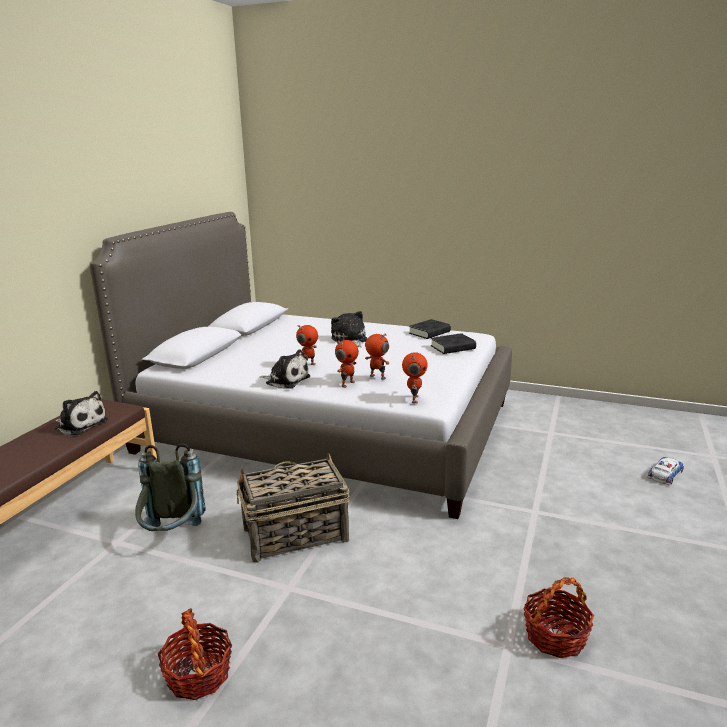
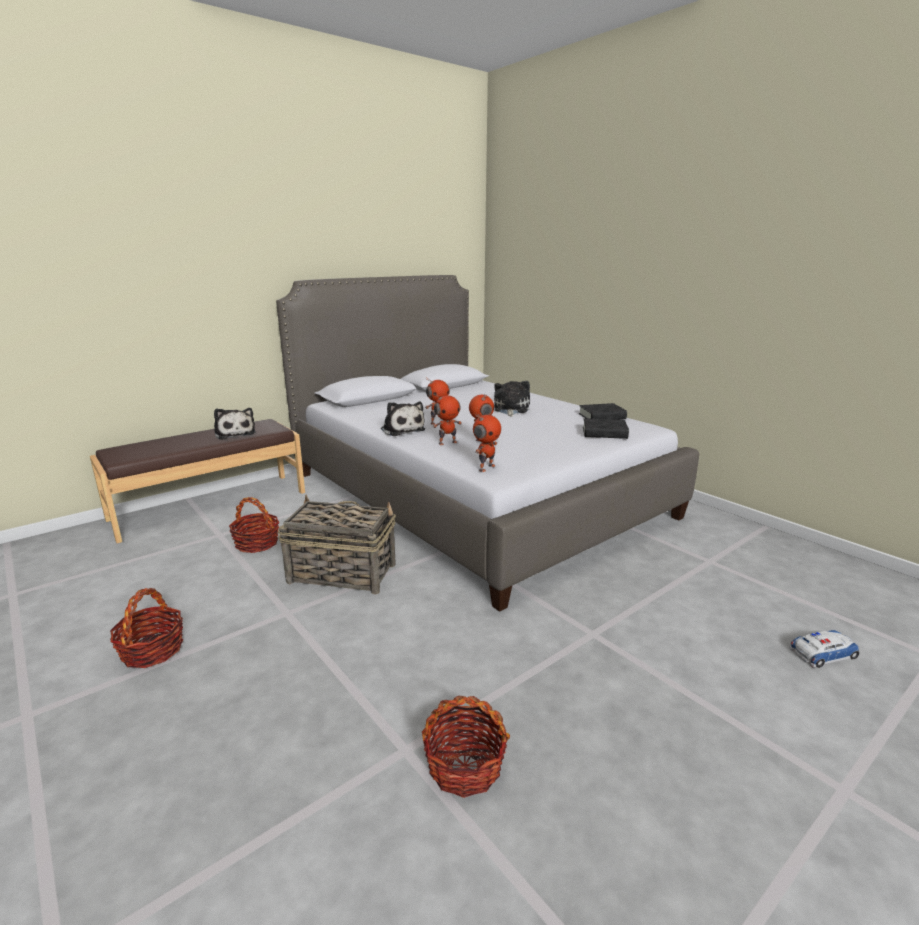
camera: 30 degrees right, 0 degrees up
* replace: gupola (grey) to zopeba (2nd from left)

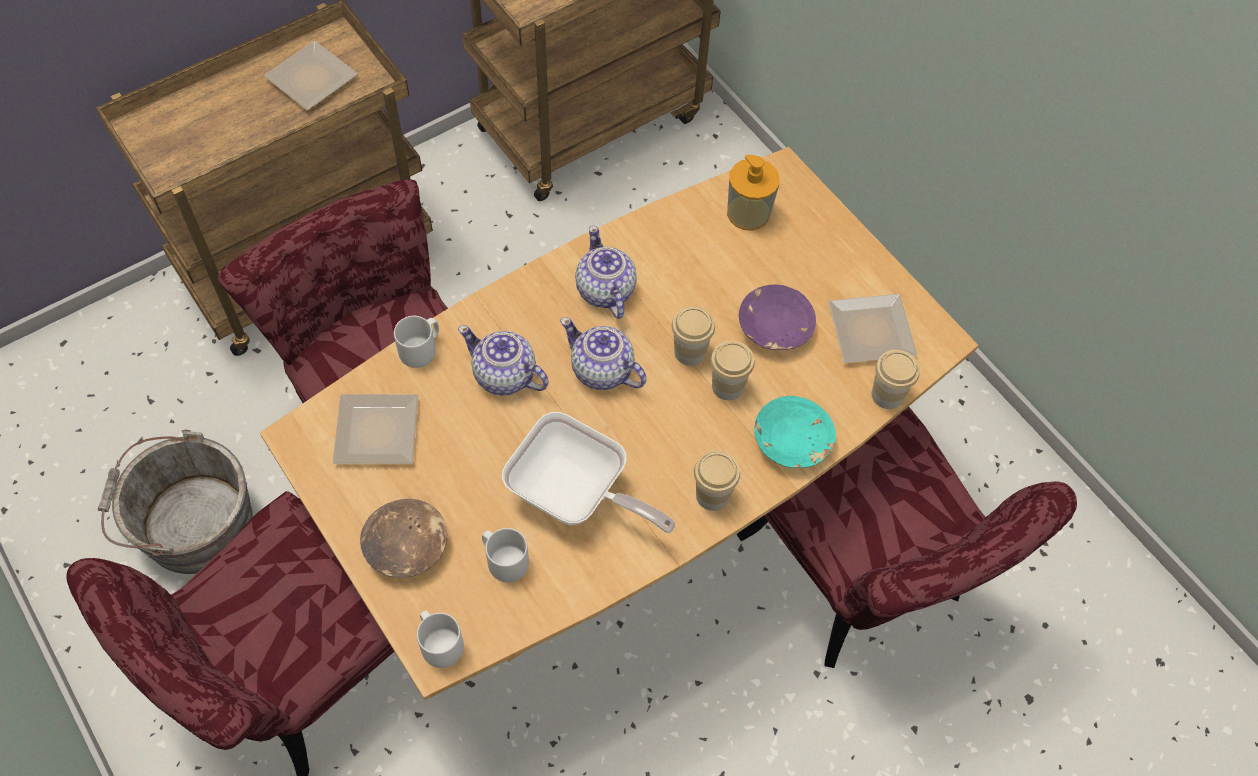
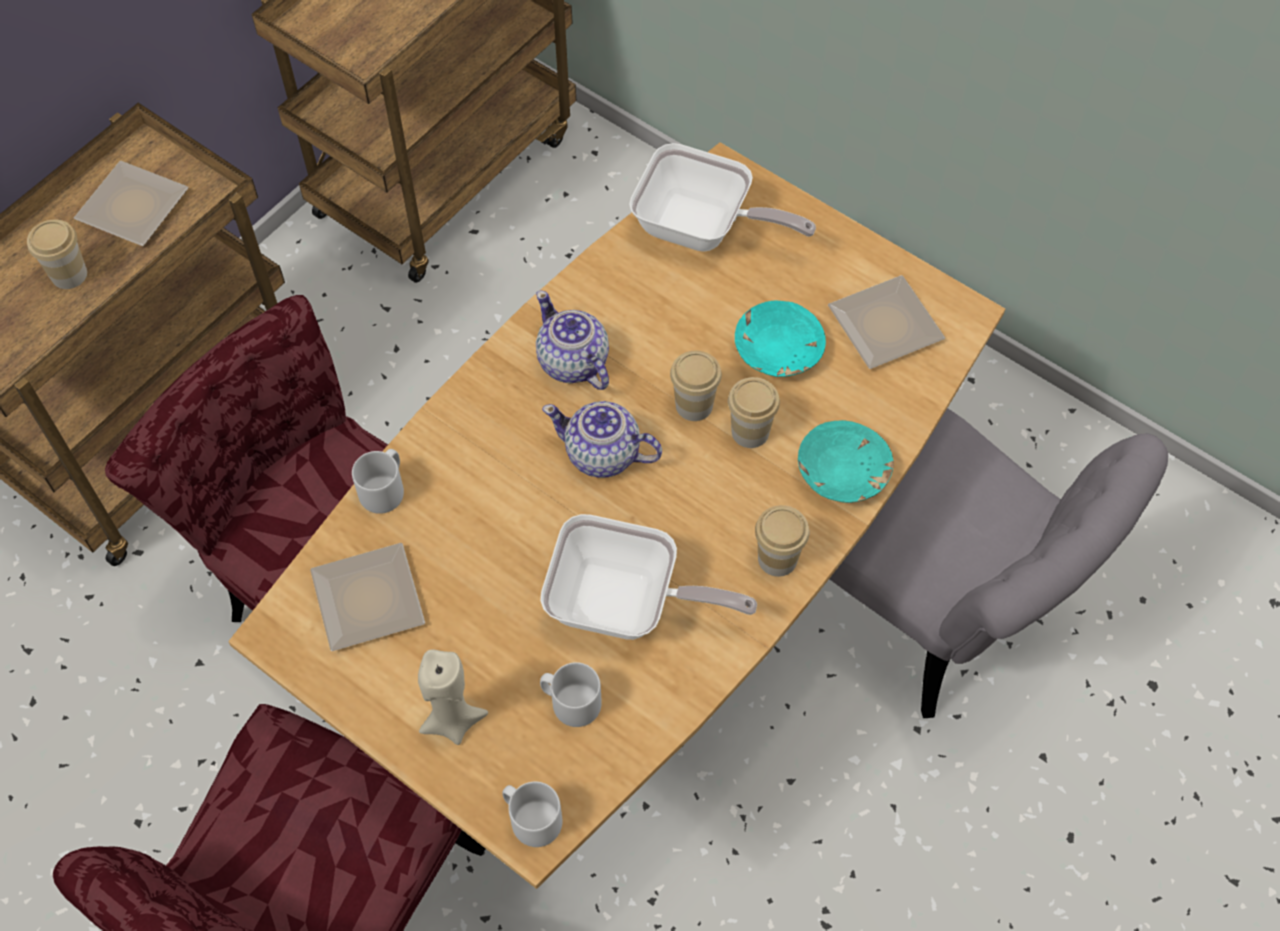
camera: 15 degrees left, 0 degrees up
* replace: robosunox to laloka (2nd from left)
* recolor: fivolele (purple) to fivolele (turquoise) (1st from left)
* delete: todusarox (1st from left)
* move: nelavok (4th from left in the first image) to nelavok (1st from left)
* recolor: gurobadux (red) (3rd from left) to gurobadux (grey)
* delete: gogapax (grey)
* replace: fivolele (brown) to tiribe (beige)

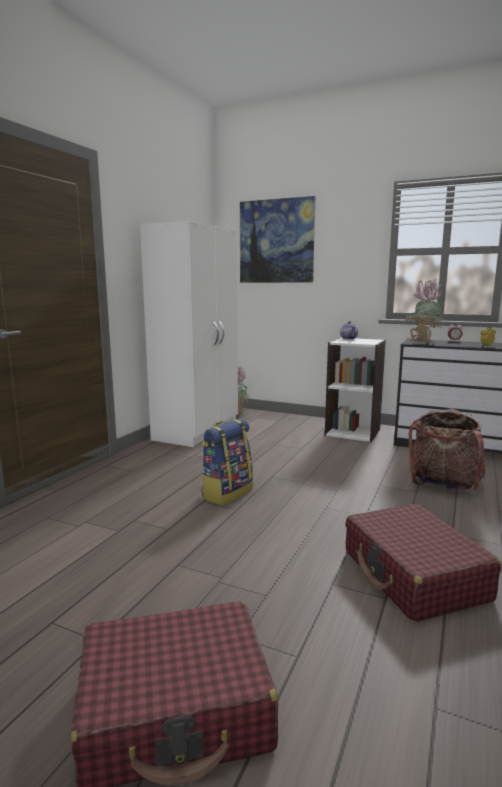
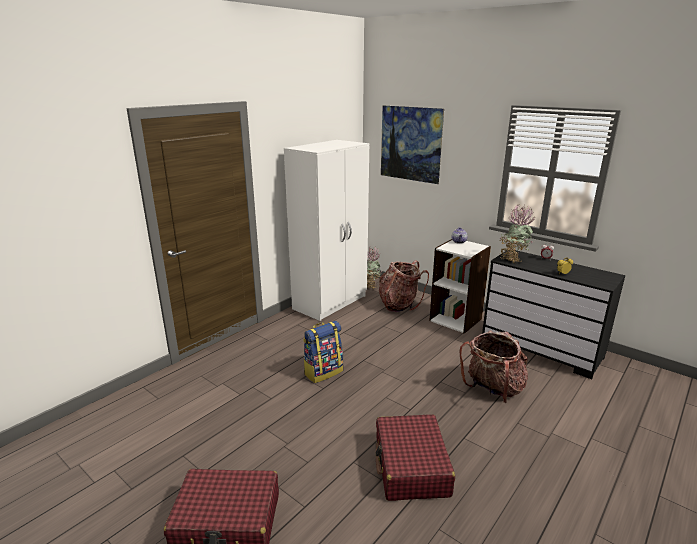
camera: 15 degrees right, 10 degrees up
* insert: gupola (2nd from left)

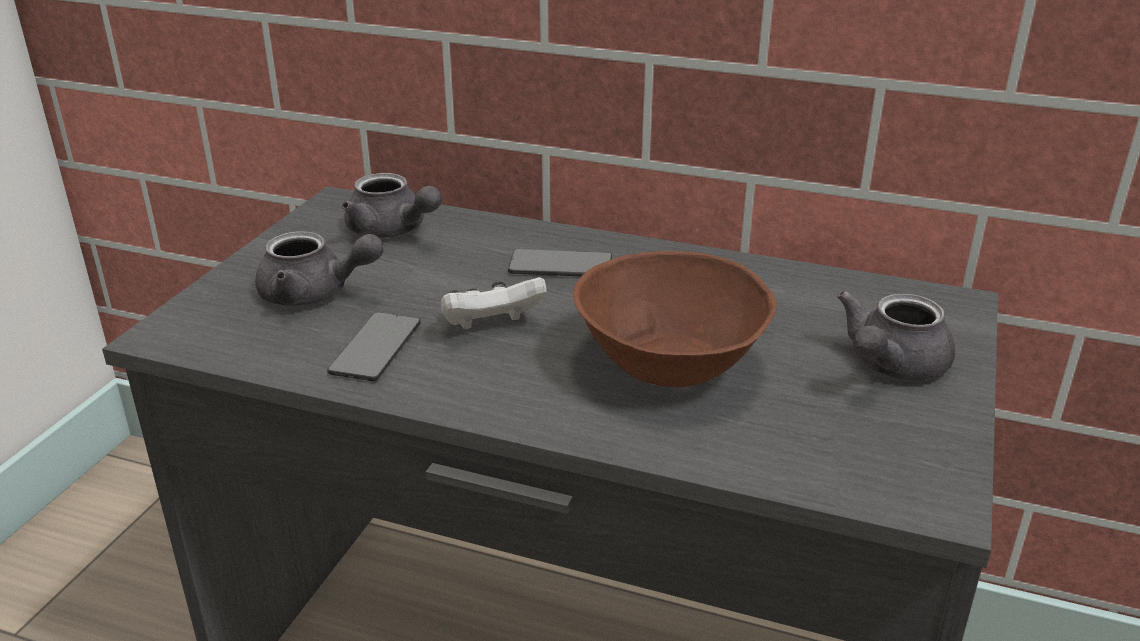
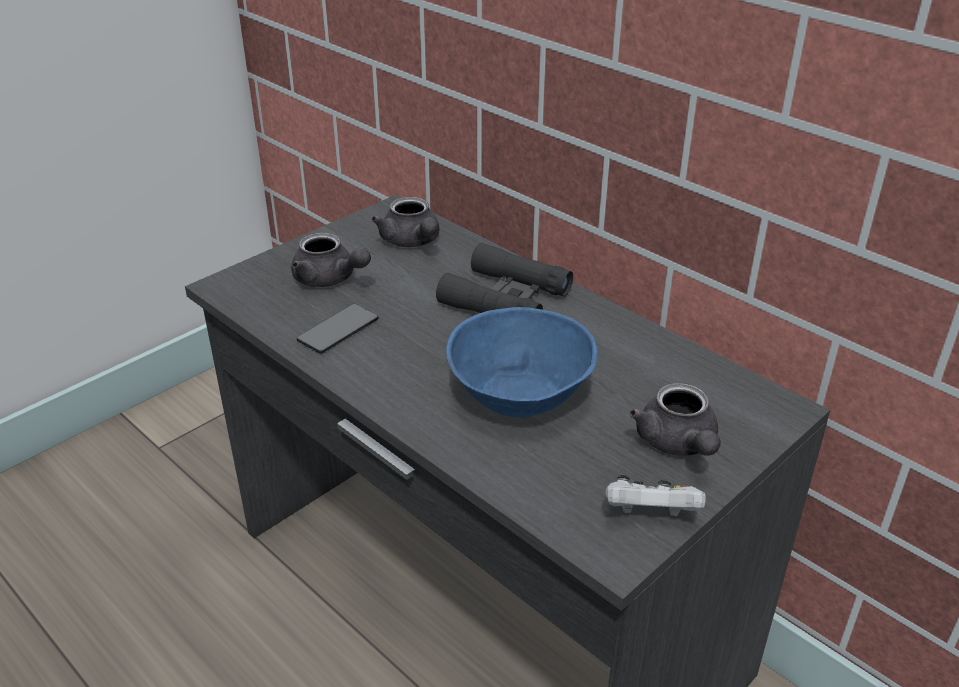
camera: 25 degrees right, 5 degrees up
* replace: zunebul (2nd from left) to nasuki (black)
* recolor: fivolele (brown) to fivolele (blue)
* move: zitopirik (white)
* rotate: todusarox (grey) (3rd from left) 75 degrees counterclockwise

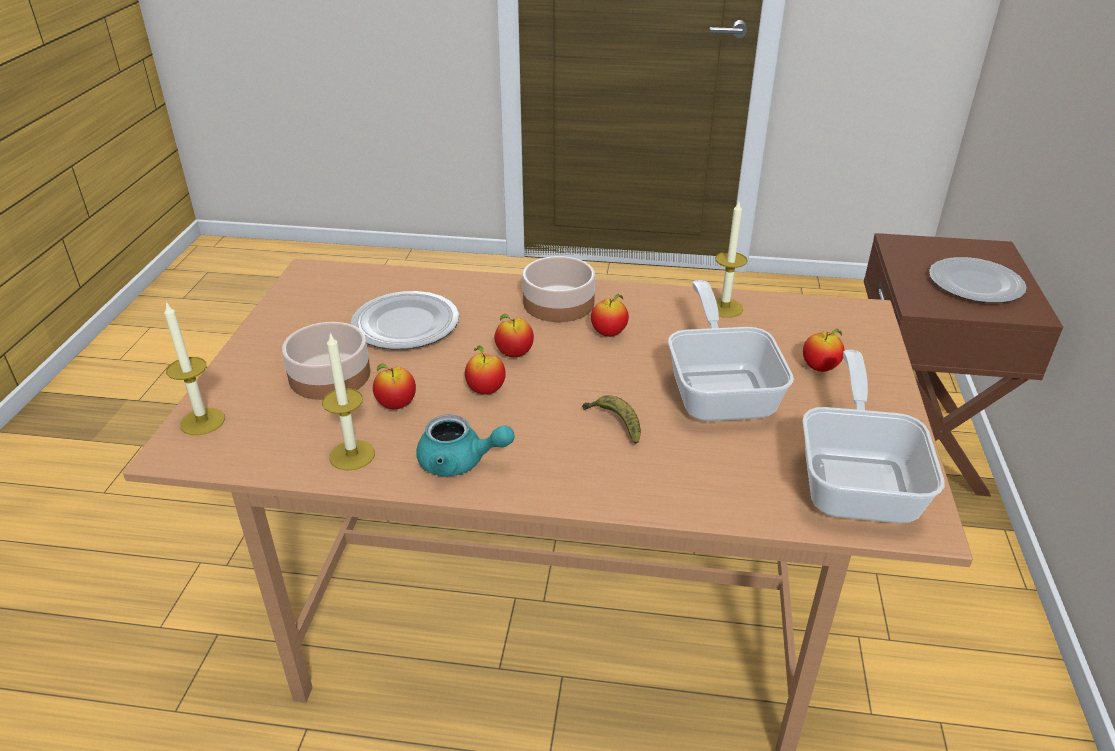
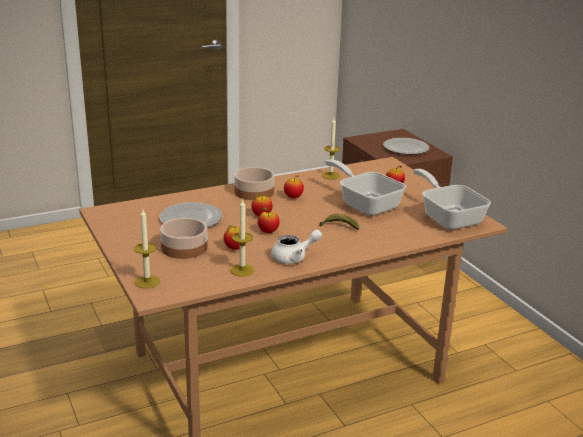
camera: 35 degrees left, 10 degrees down
* recolor: todusarox (turquoise) to todusarox (white)

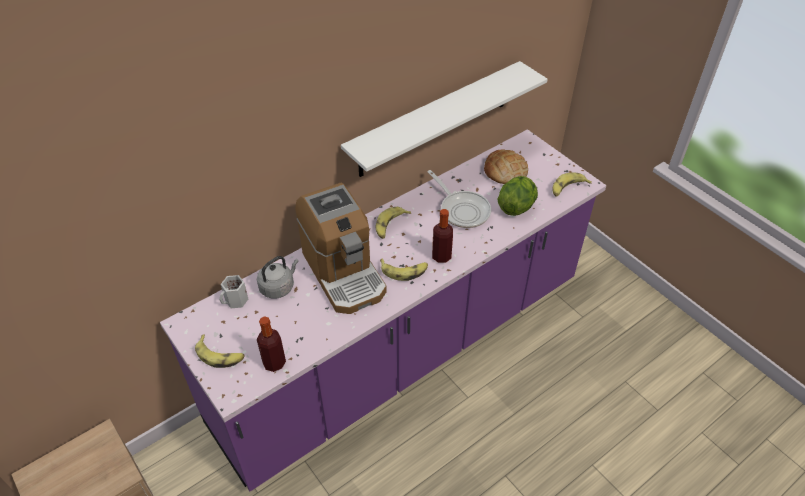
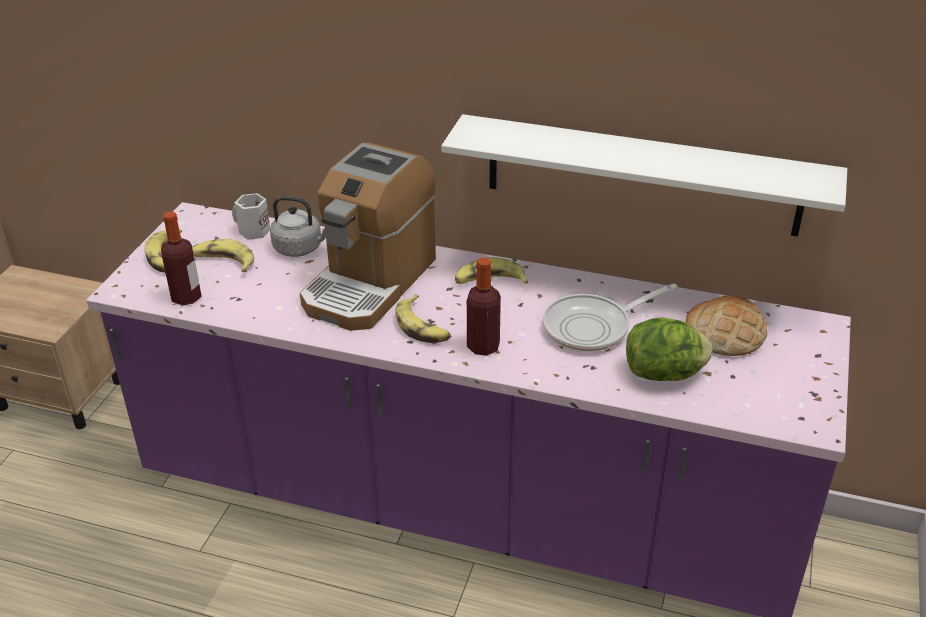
camera: 55 degrees right, 10 degrees down
* rotate: laloka 45 degrees clockwise
* move: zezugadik (4th from left in the first image) to zezugadik (2nd from left)

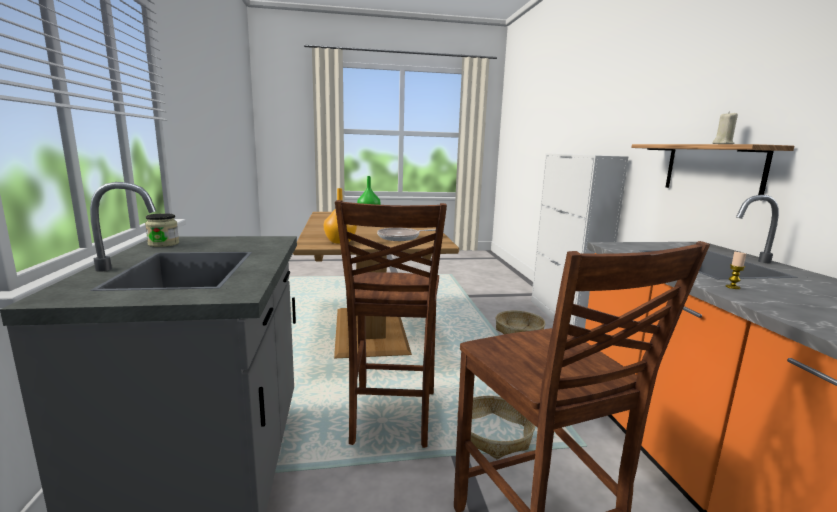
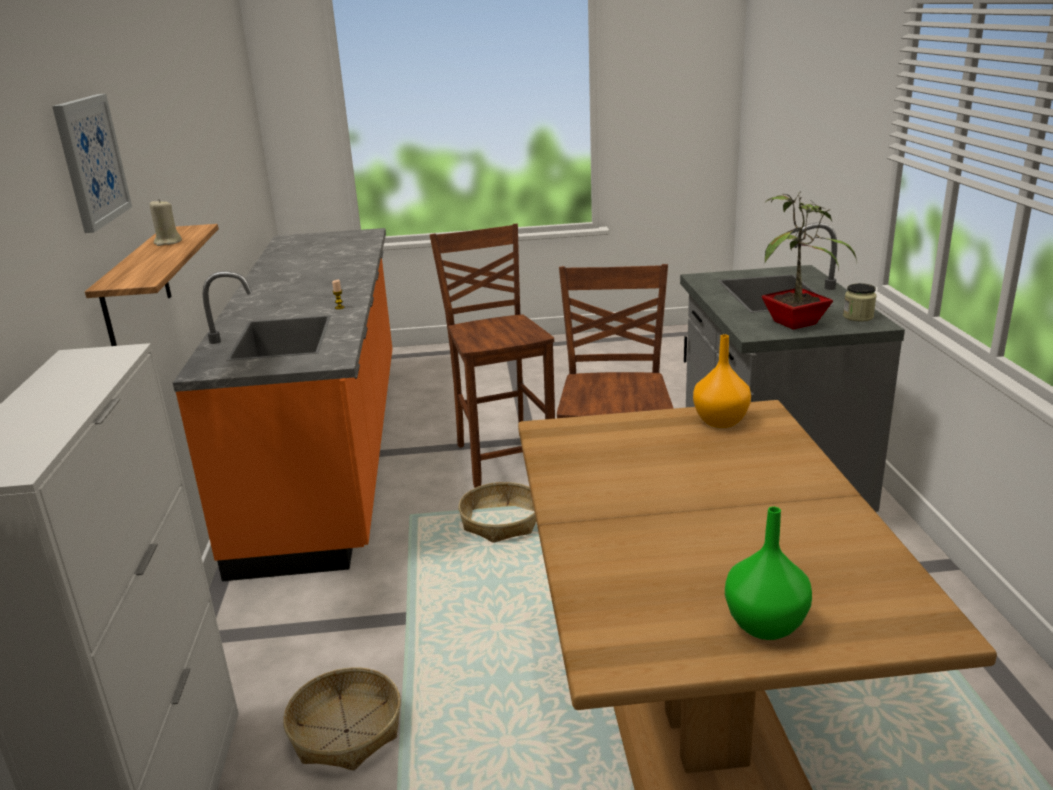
camera: 175 degrees left, 10 degrees up
* delete: laloka
* insert: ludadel
* insert: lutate

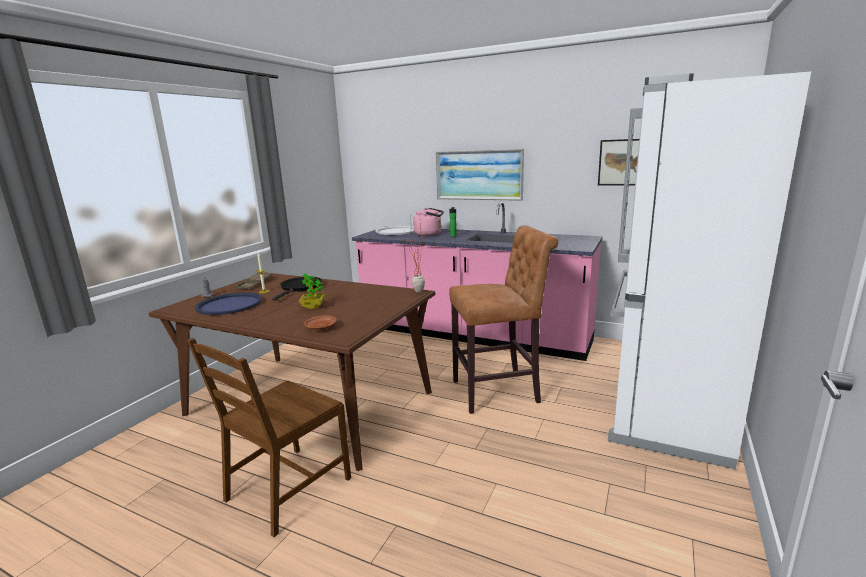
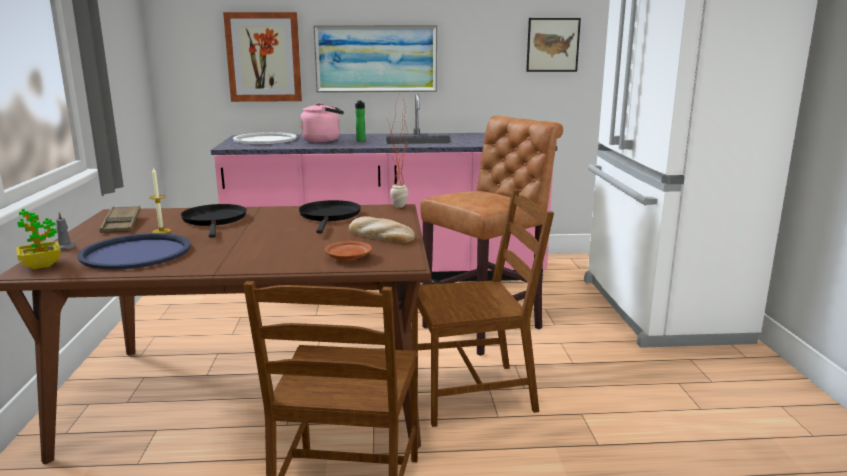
camera: 30 degrees left, 0 degrees up
* move: lutate (1st from left)
* insert: ludadel (1st from left)
* insert: gurobadux (brown) (2nd from left)
* insert: laloka (black) (2nd from left)
* insert: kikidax

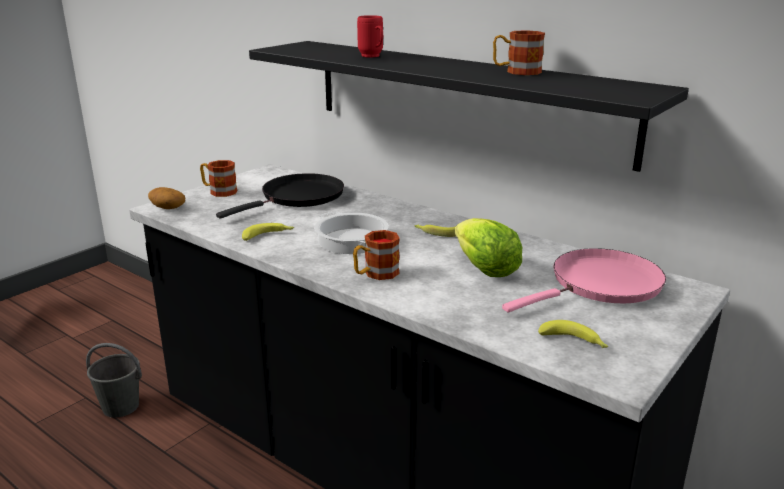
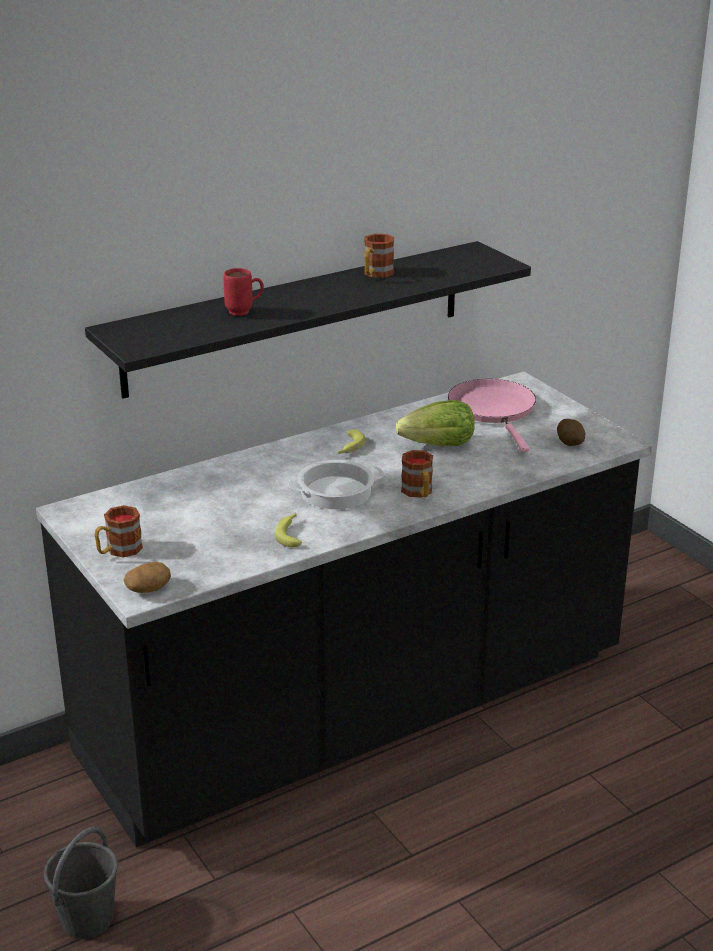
camera: 70 degrees left, 5 degrees up
* delete: laloka (black)
* replace: zezugadik (3rd from left) to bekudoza (2nd from left)

